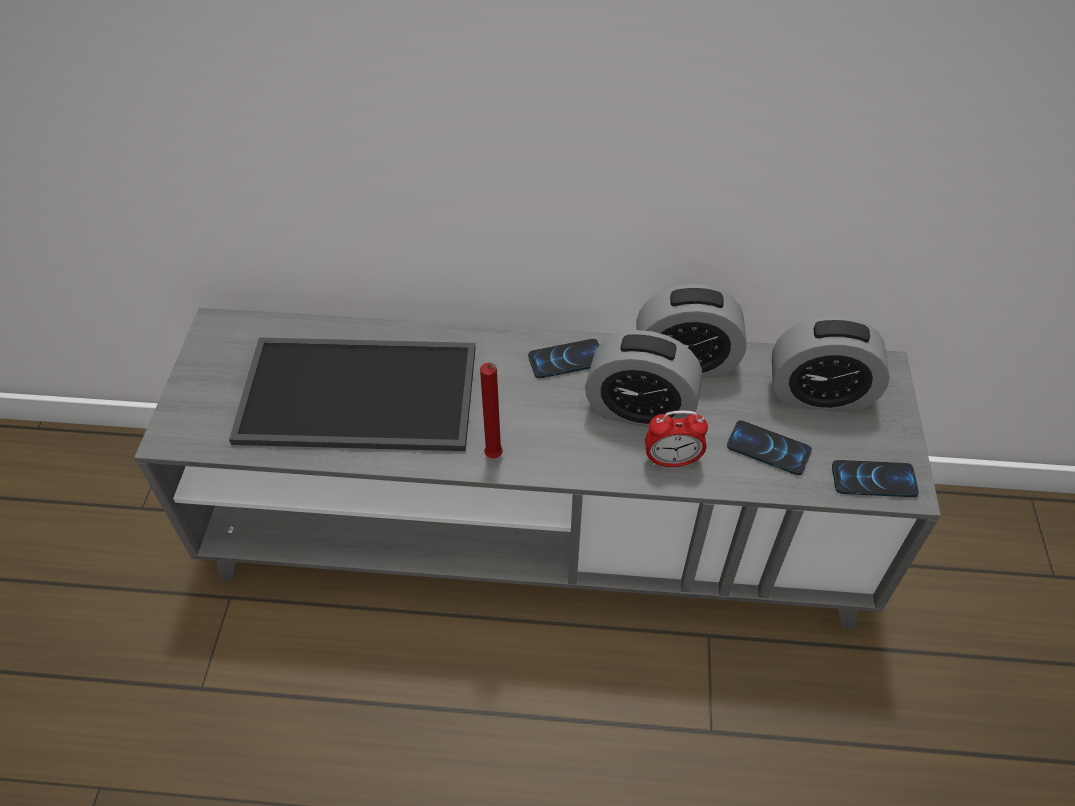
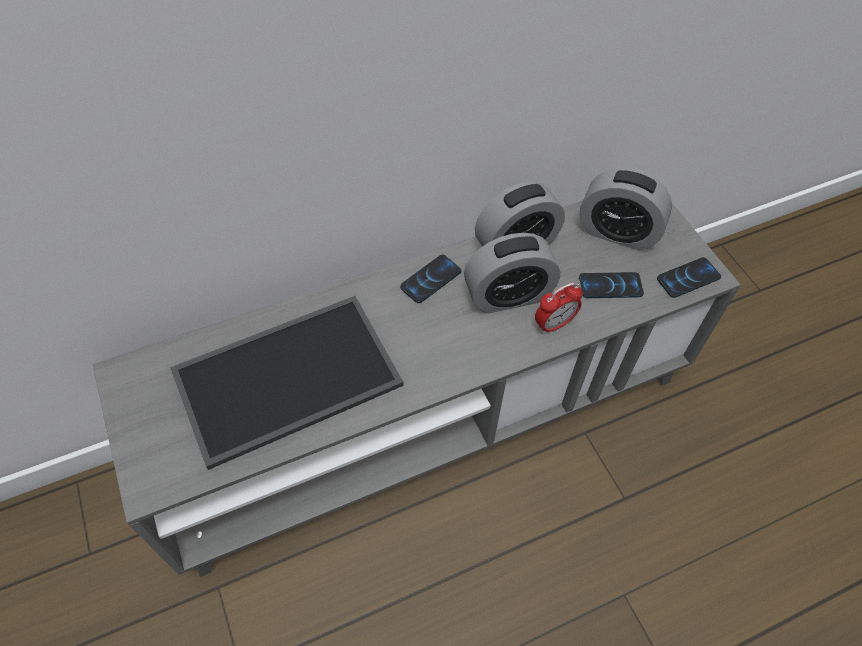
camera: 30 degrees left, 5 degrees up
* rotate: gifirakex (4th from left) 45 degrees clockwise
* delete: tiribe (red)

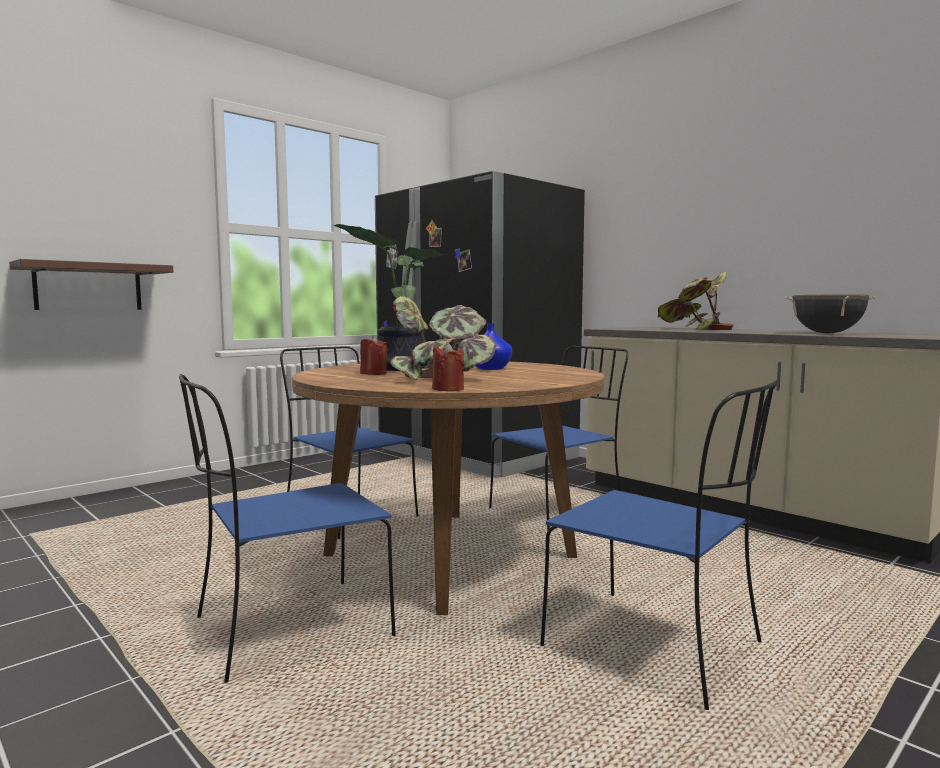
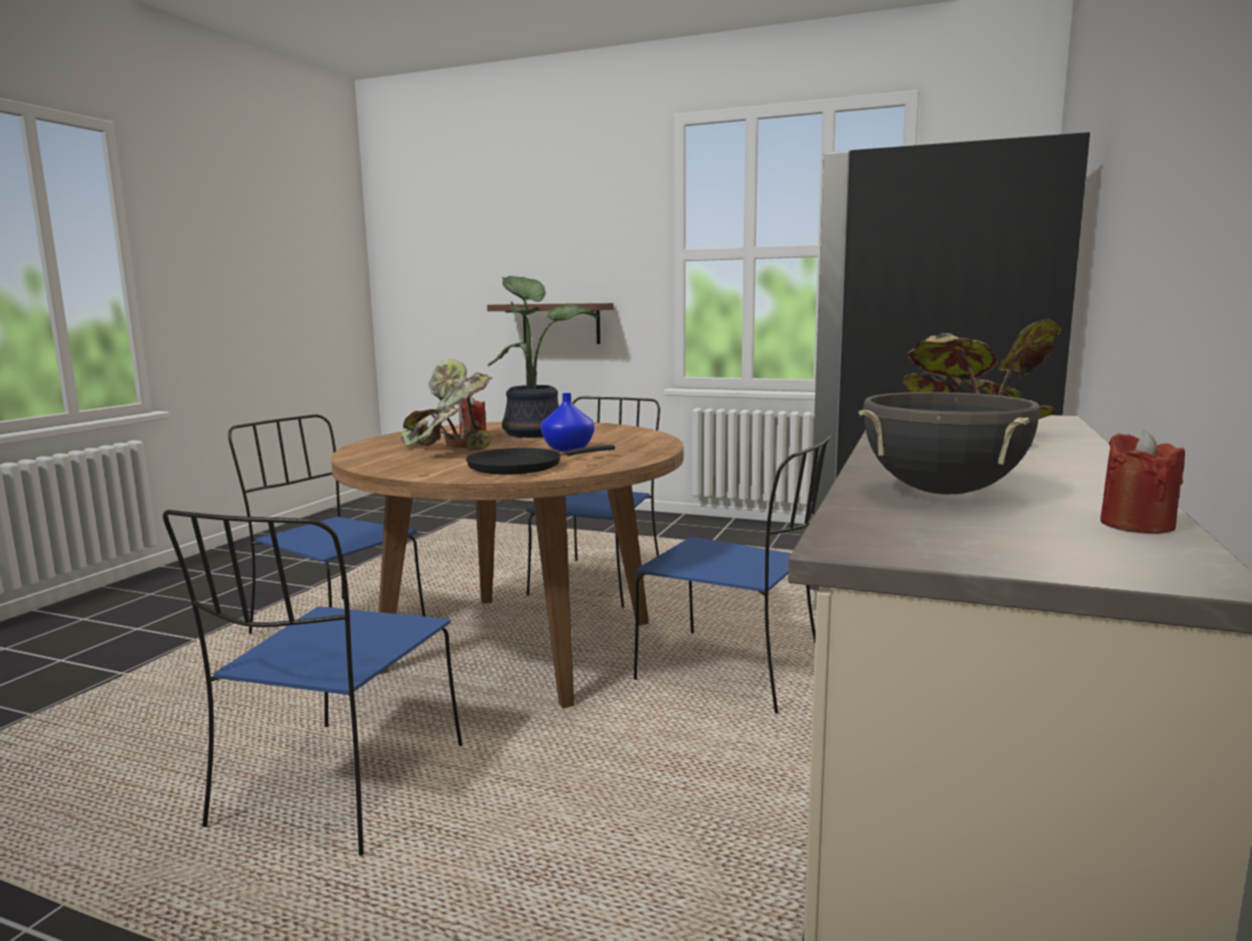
camera: 65 degrees right, 5 degrees up
* move: tiribe (red) (2nd from left)
* insert: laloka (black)

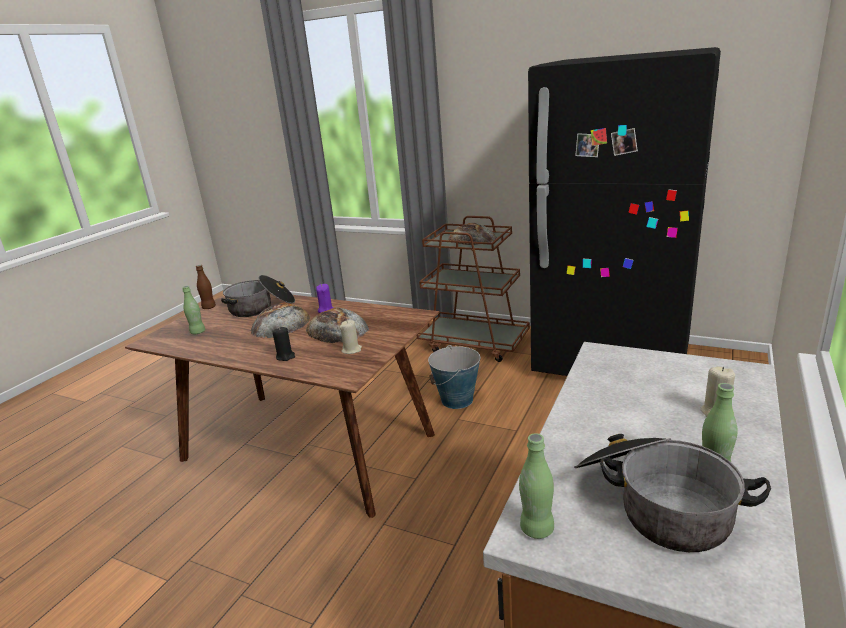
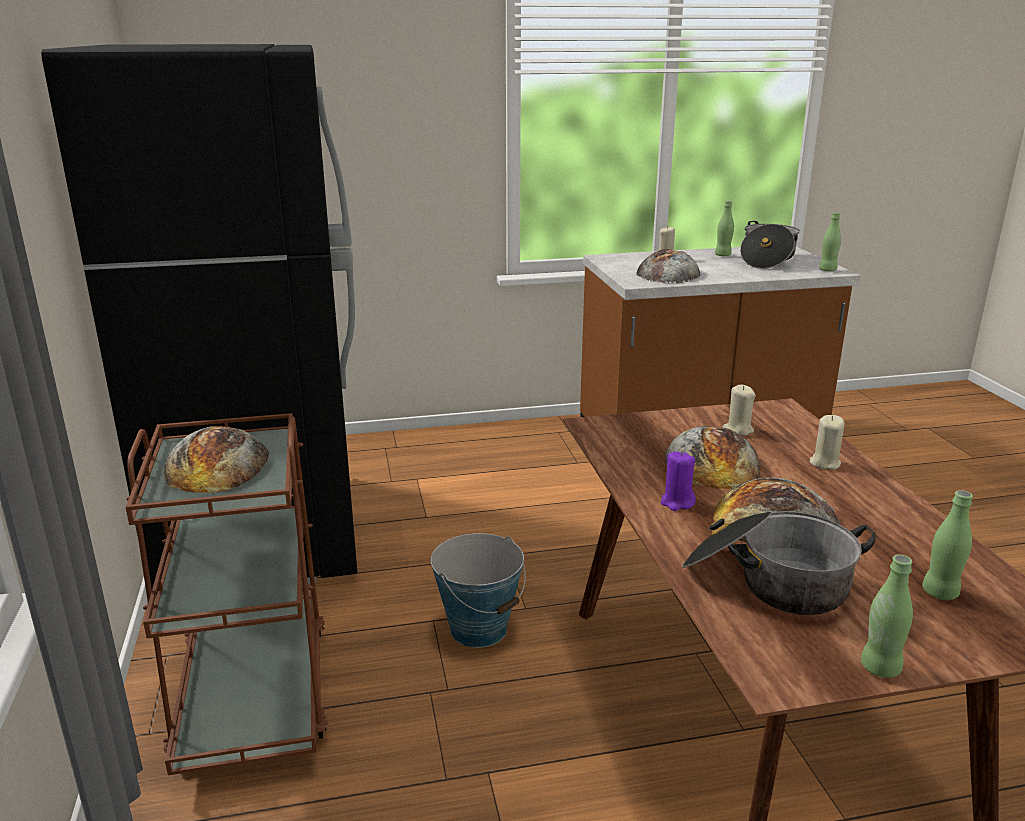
camera: 130 degrees left, 0 degrees up
* recolor: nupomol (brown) to nupomol (green) (3rd from left)
* recolor: tiribe (black) to tiribe (beige) (3rd from left)
* insert: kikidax (2nd from left)

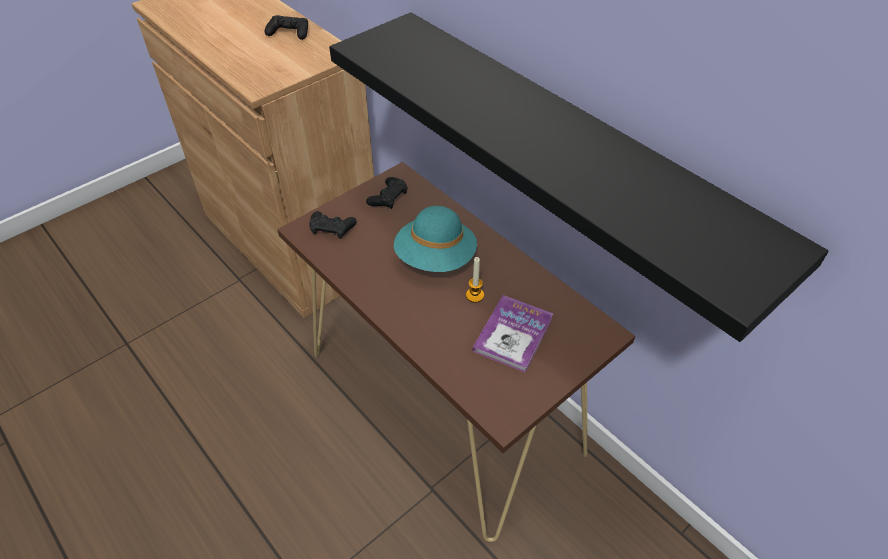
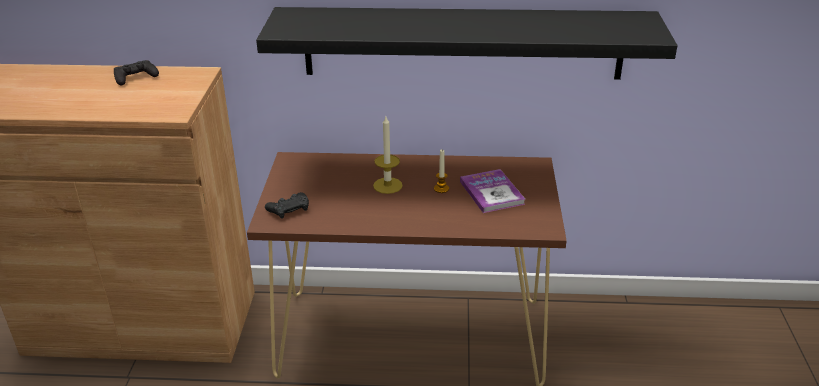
camera: 45 degrees left, 15 degrees down
* delete: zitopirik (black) (3rd from left)
* replace: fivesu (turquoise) to tiribe (1st from left)

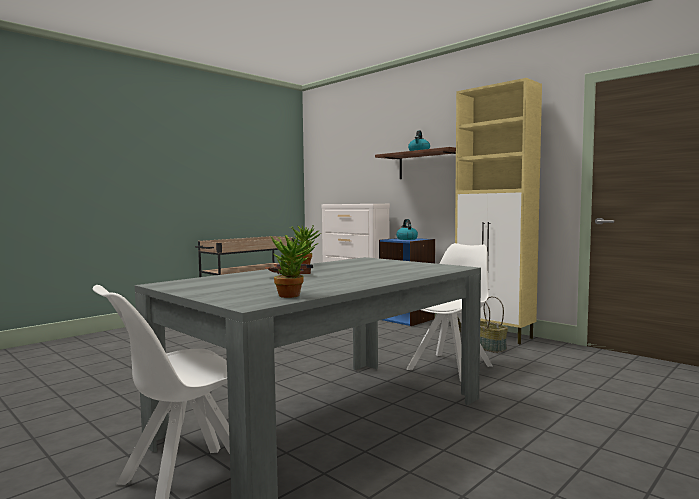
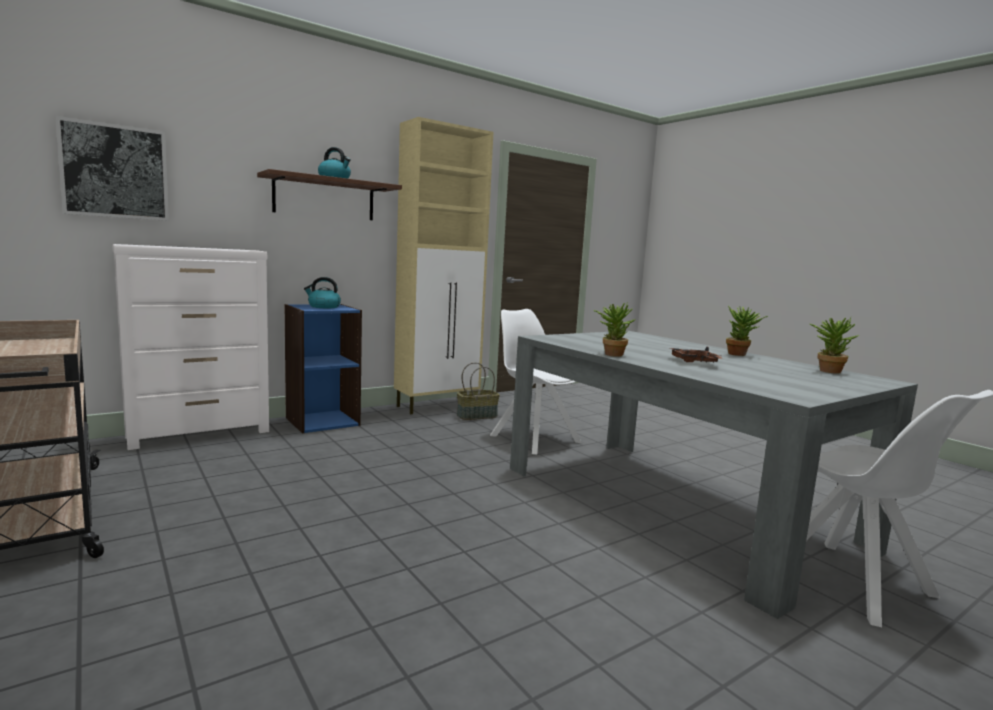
camera: 80 degrees left, 5 degrees up
* insert: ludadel
* insert: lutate (2nd from left)

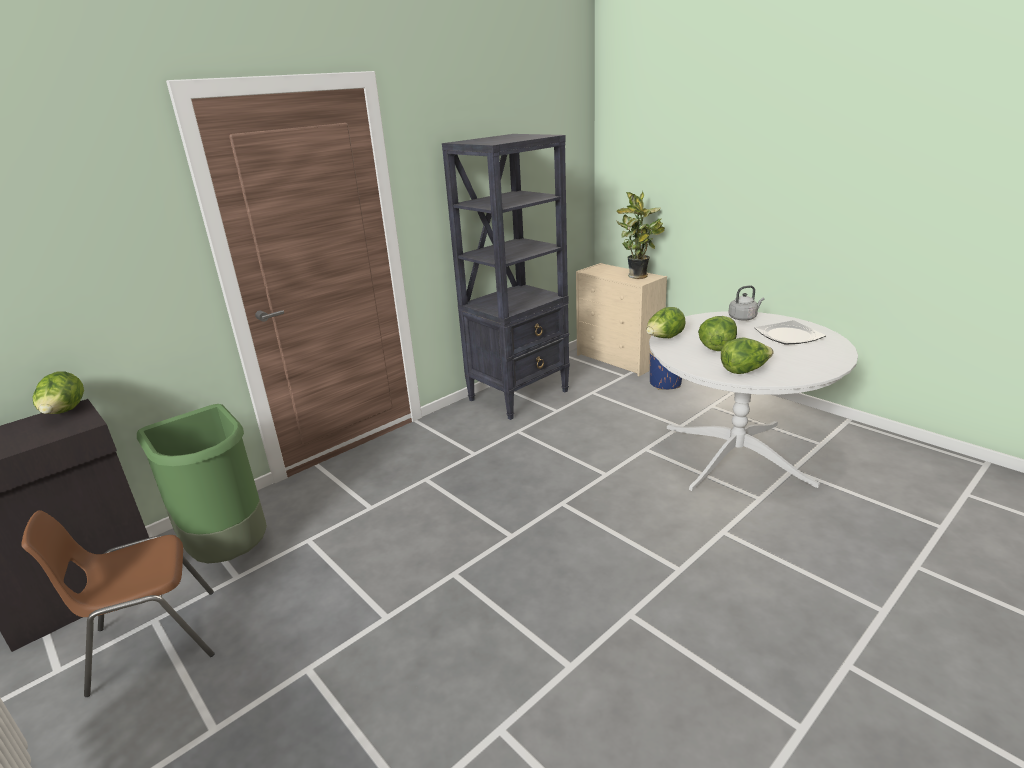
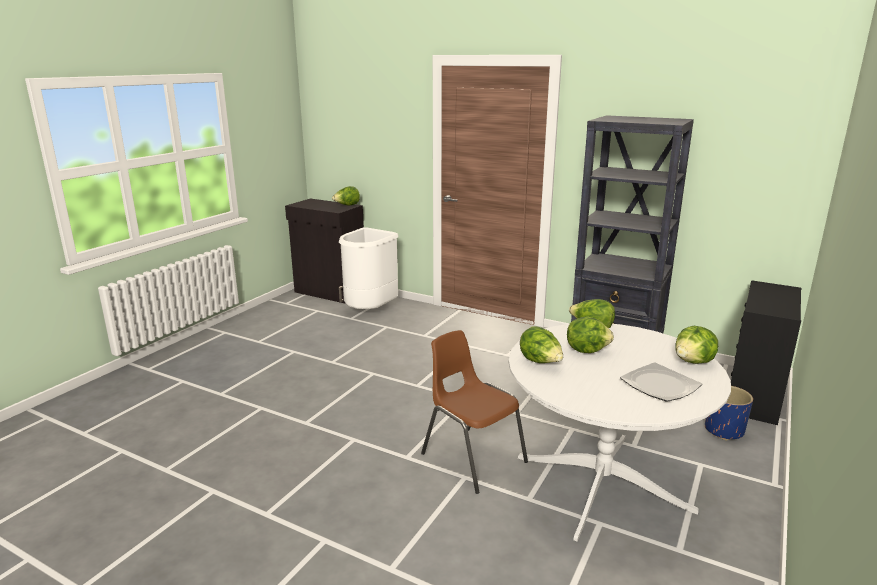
camera: 70 degrees right, 5 degrees down
* delete: lutate
* recolor: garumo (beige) to garumo (black)
* replace: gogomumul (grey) to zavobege (5th from left)
* recolor: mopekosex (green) to mopekosex (white)
* move: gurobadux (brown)

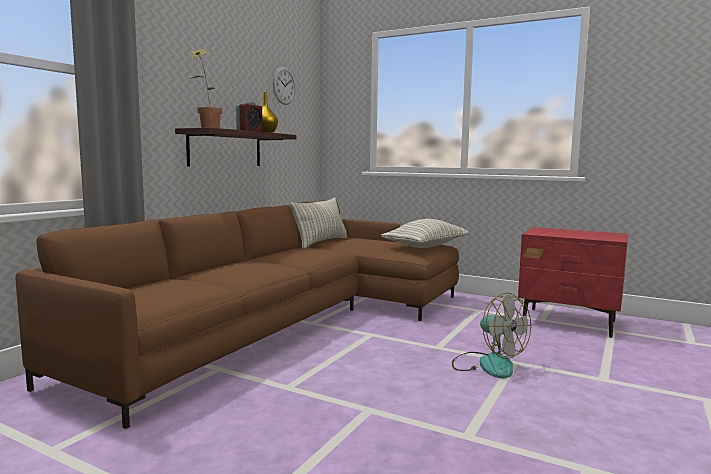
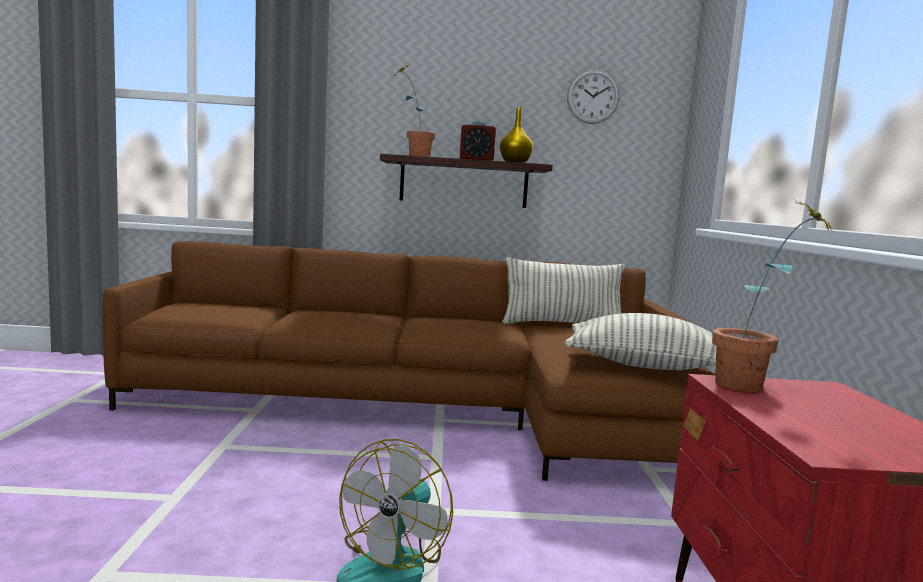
camera: 60 degrees right, 0 degrees up
* insert: lutate (2nd from left)

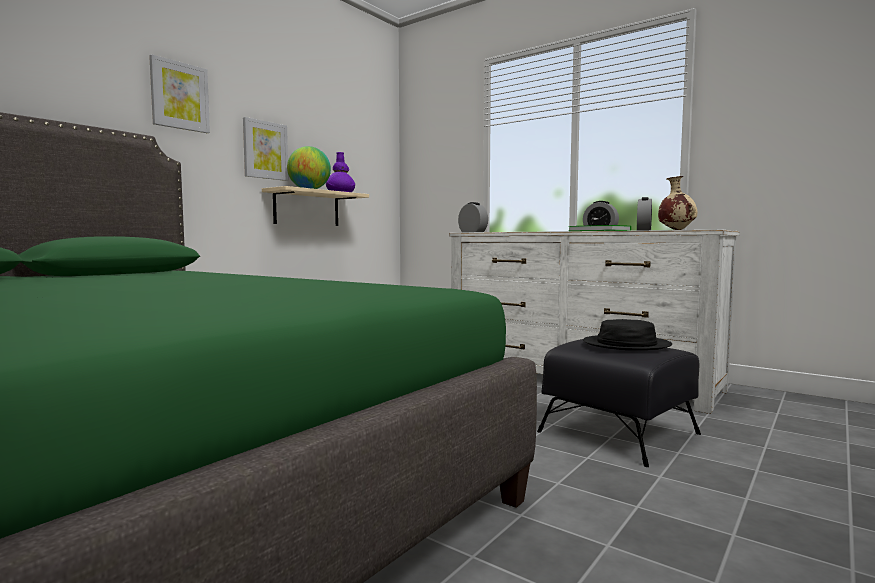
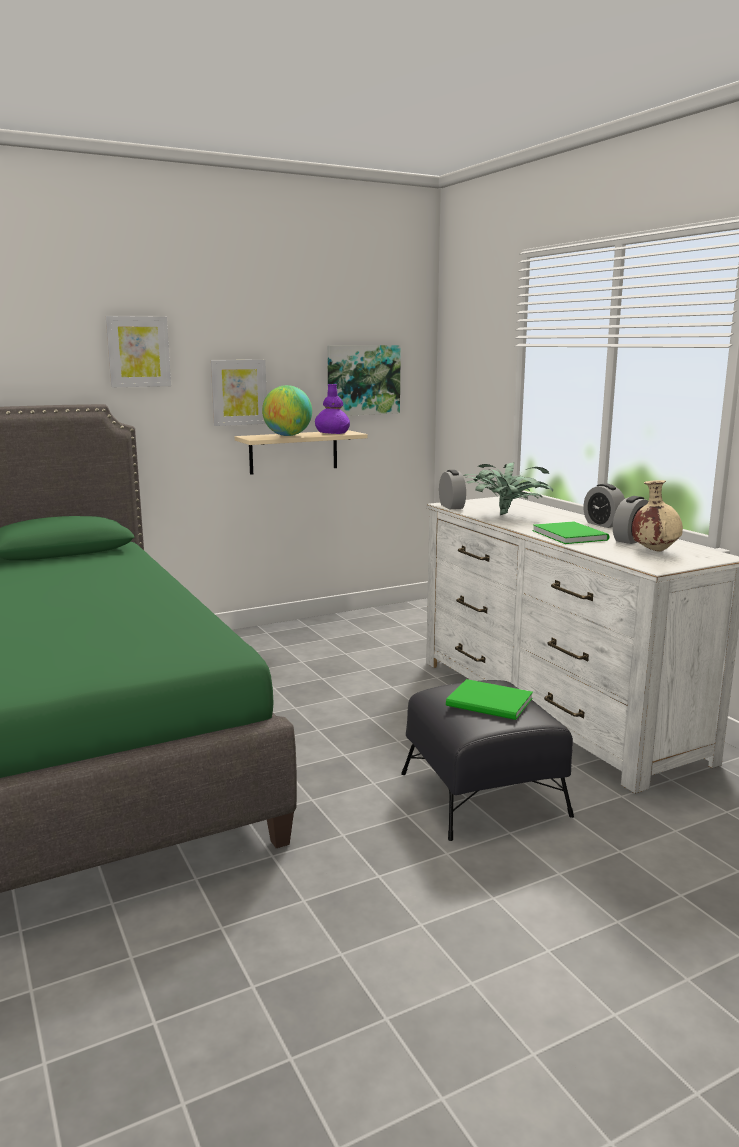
camera: 25 degrees right, 10 degrees up
* replace: fivesu (black) to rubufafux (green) (1st from left)
* insert: ludadel (3rd from left)
* insert: lutate

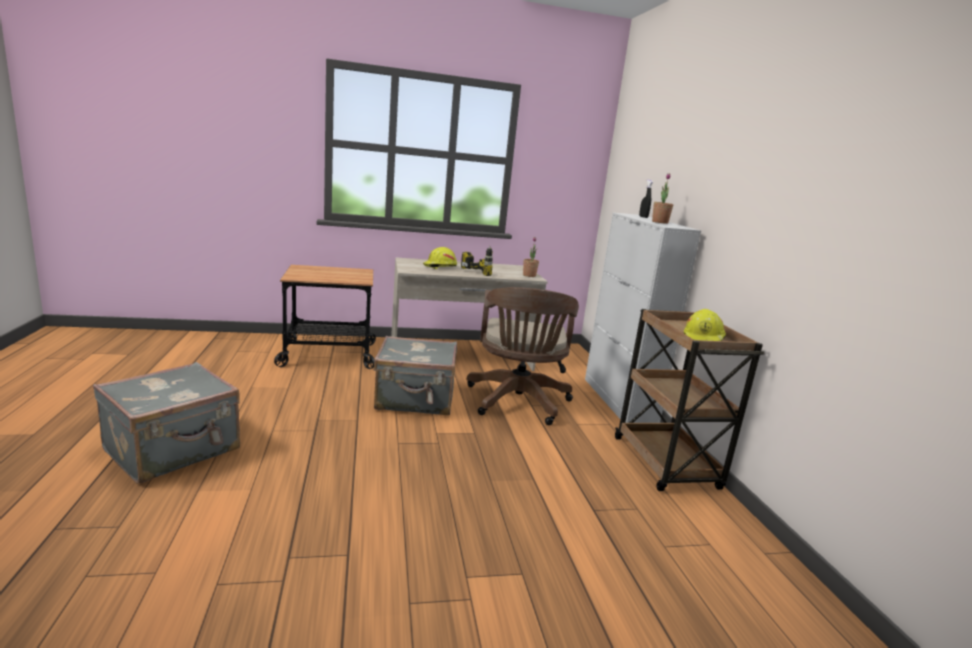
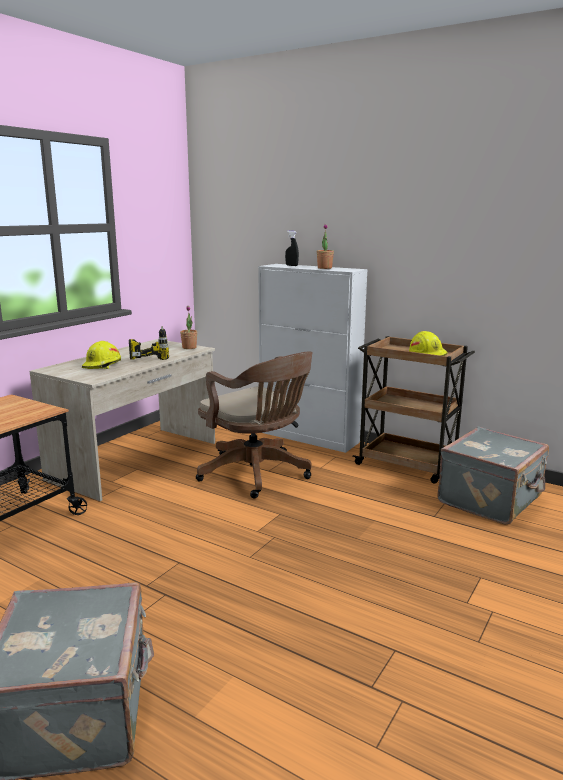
camera: 45 degrees left, 0 degrees up
* move: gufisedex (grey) (2nd from left)

